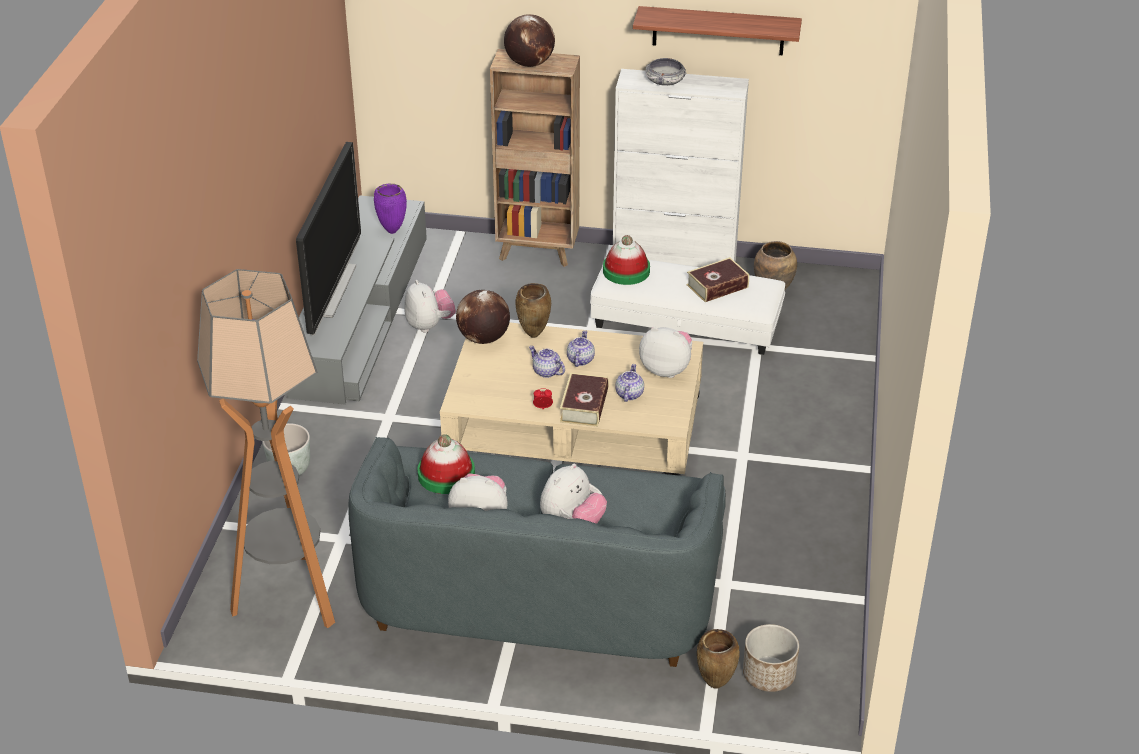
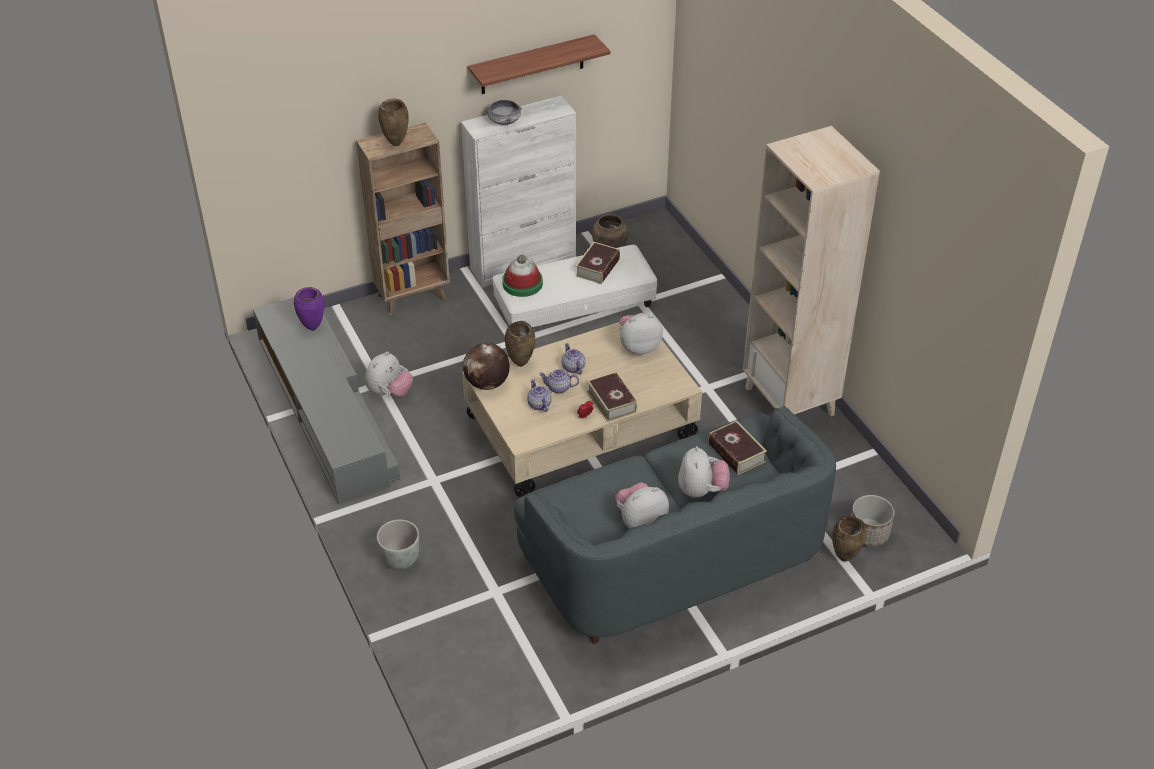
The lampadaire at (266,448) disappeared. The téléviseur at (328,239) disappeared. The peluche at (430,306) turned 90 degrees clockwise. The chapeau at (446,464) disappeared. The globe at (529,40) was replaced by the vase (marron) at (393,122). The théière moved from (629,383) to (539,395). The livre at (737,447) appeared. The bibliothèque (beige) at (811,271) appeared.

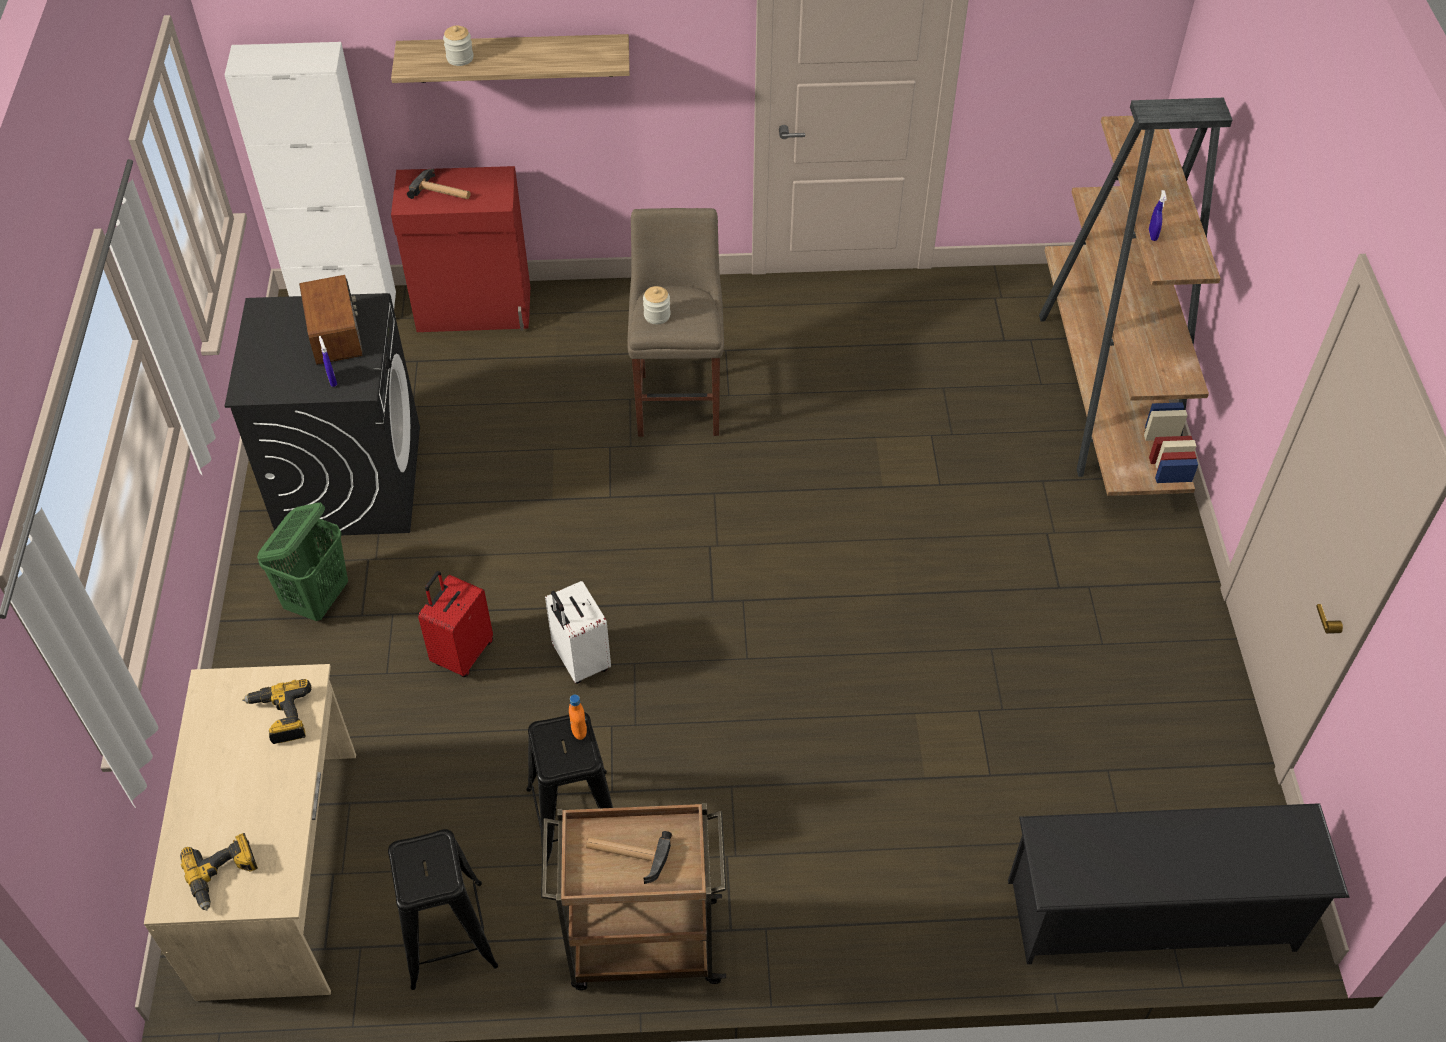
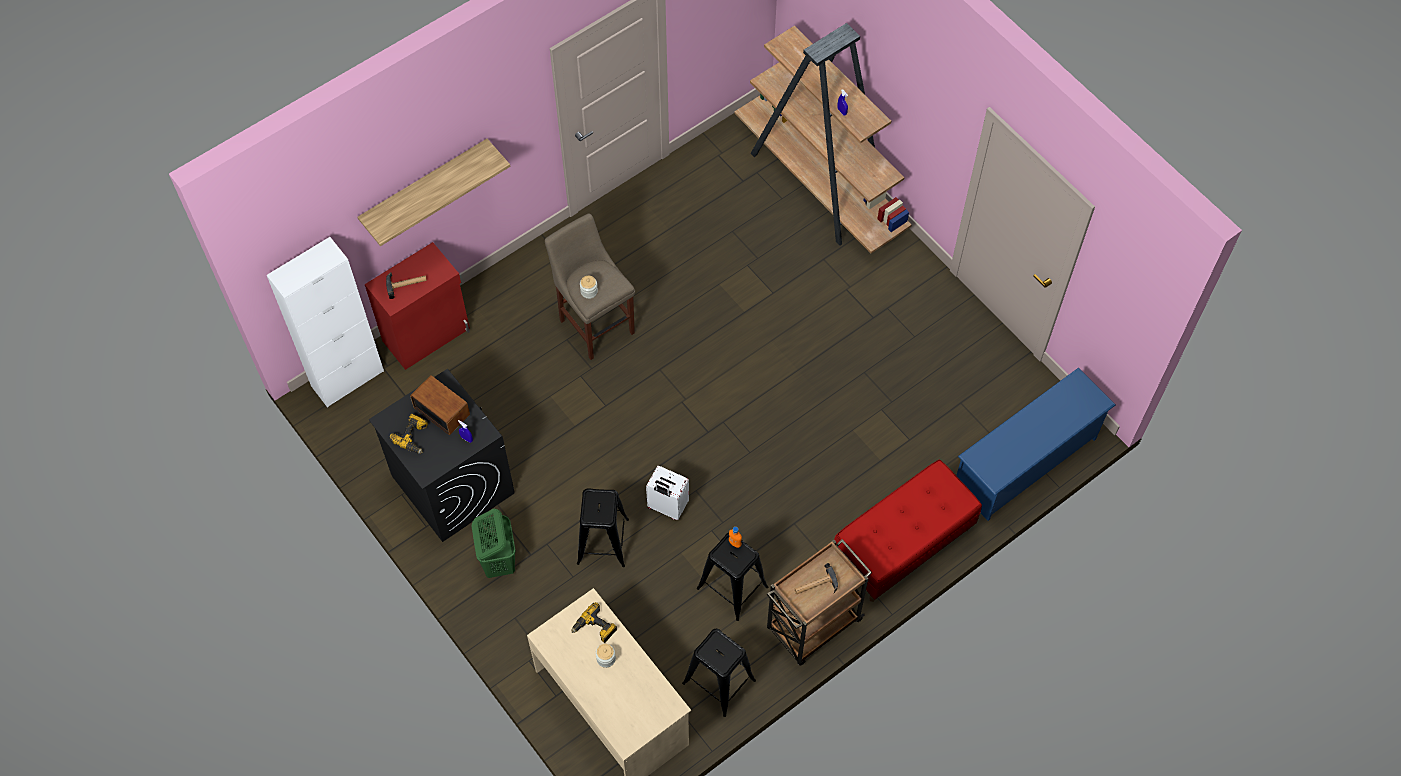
The perceuse moved from (219,872) to (408,433). The valise (rouge) at (455,624) was replaced by the tabouret (noir) at (603,527). The bocal moved from (458,45) to (606,656). The étagère à chaussures (noir) at (1178,883) became the étagère à chaussures (bleu) at (1035,444). The banc (rouge) at (908,530) appeared.

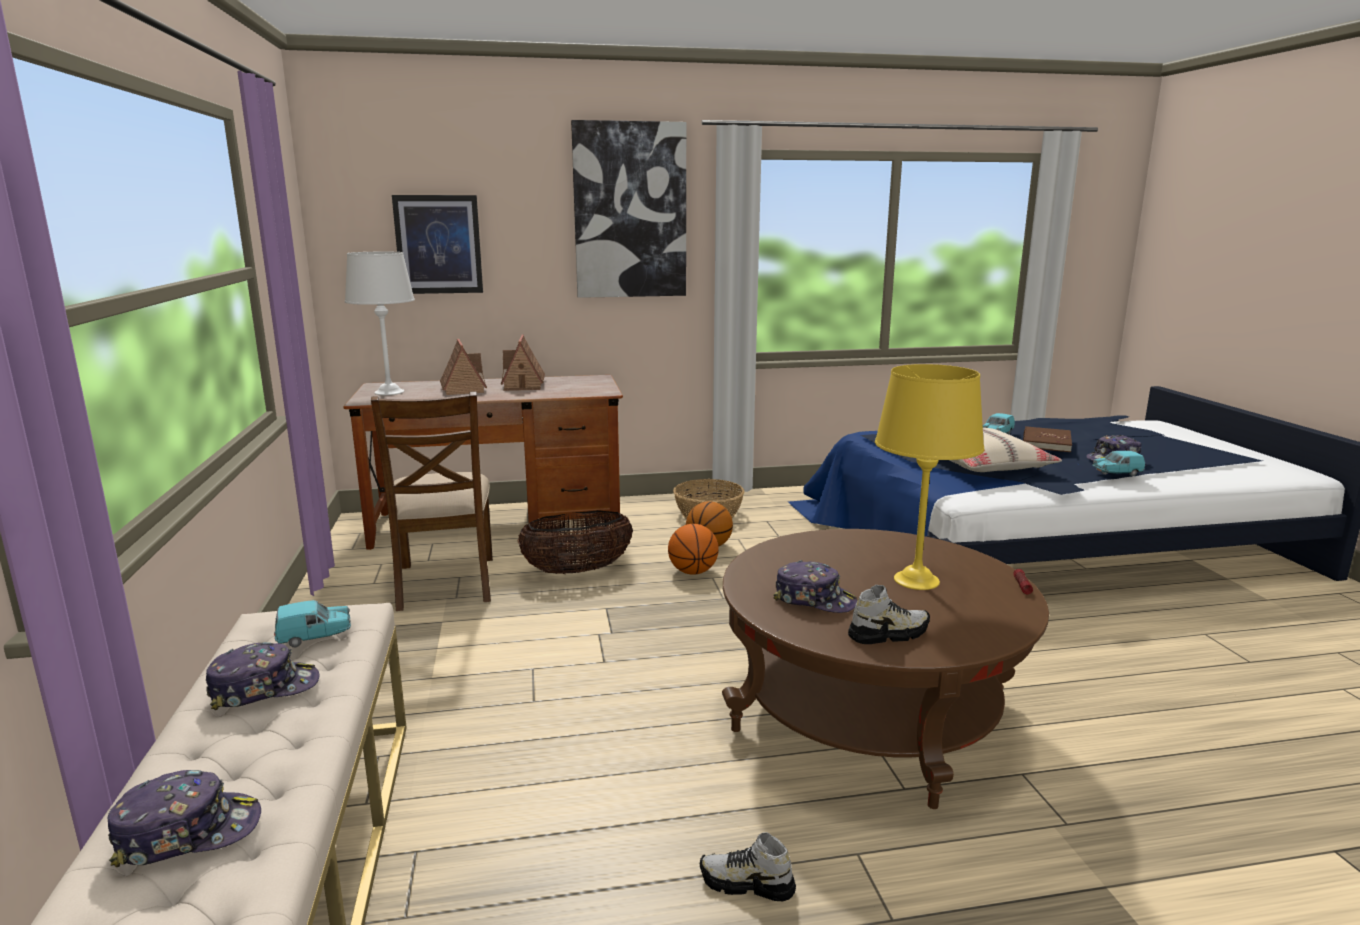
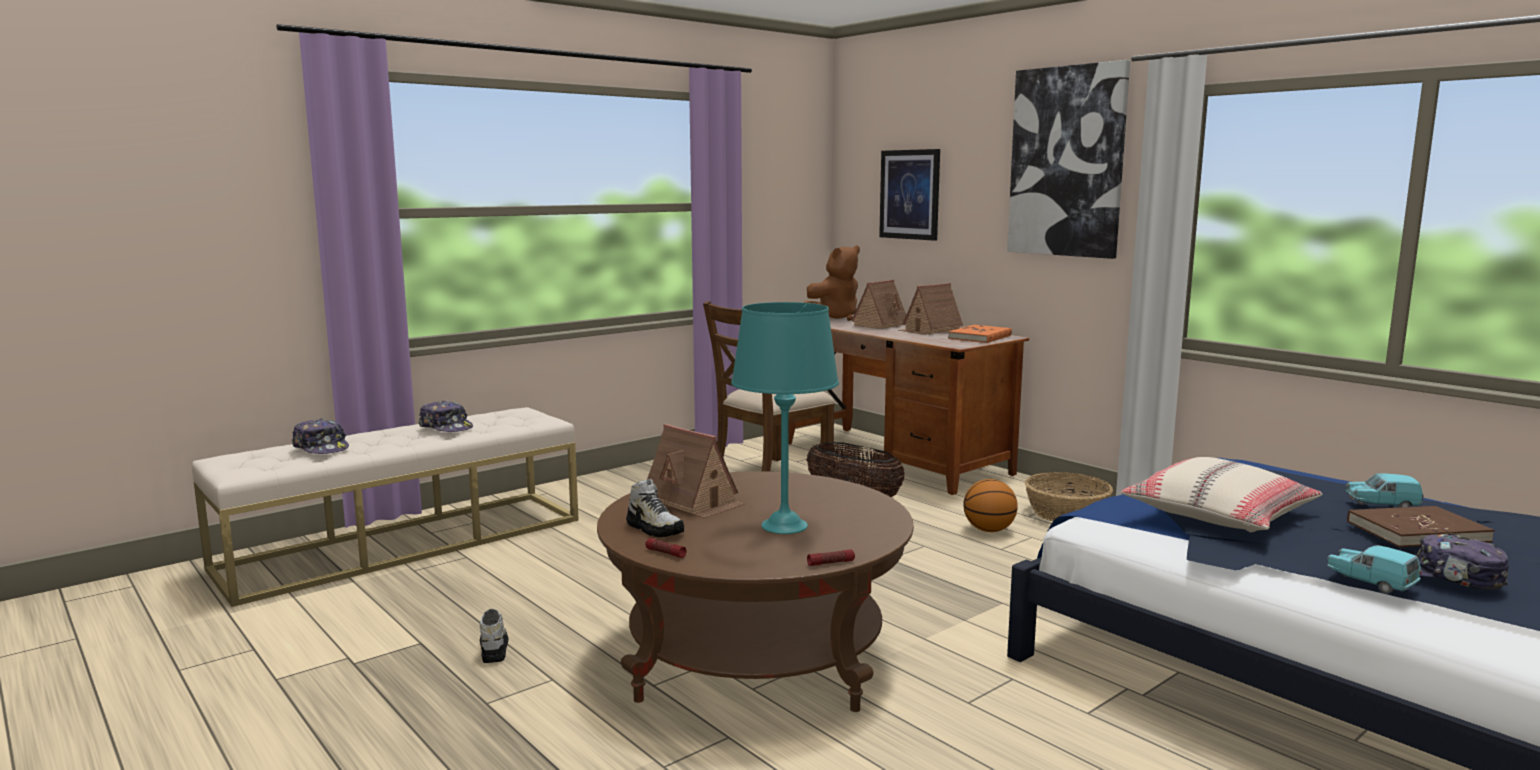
The petite voiture (turquoise) at (312,623) disappeared. The lampe de table (blanc) at (380,323) was replaced by the peluche (marron) at (832,283). The ballon de basket at (693,549) disappeared. The casquette at (815,586) was replaced by the maison miniature at (695,471). The lampe de table (jaune) at (929,477) became the lampe de table (turquoise) at (785,418). The lampe de poche at (666,548) appeared. The livre (orange) at (980,334) appeared.

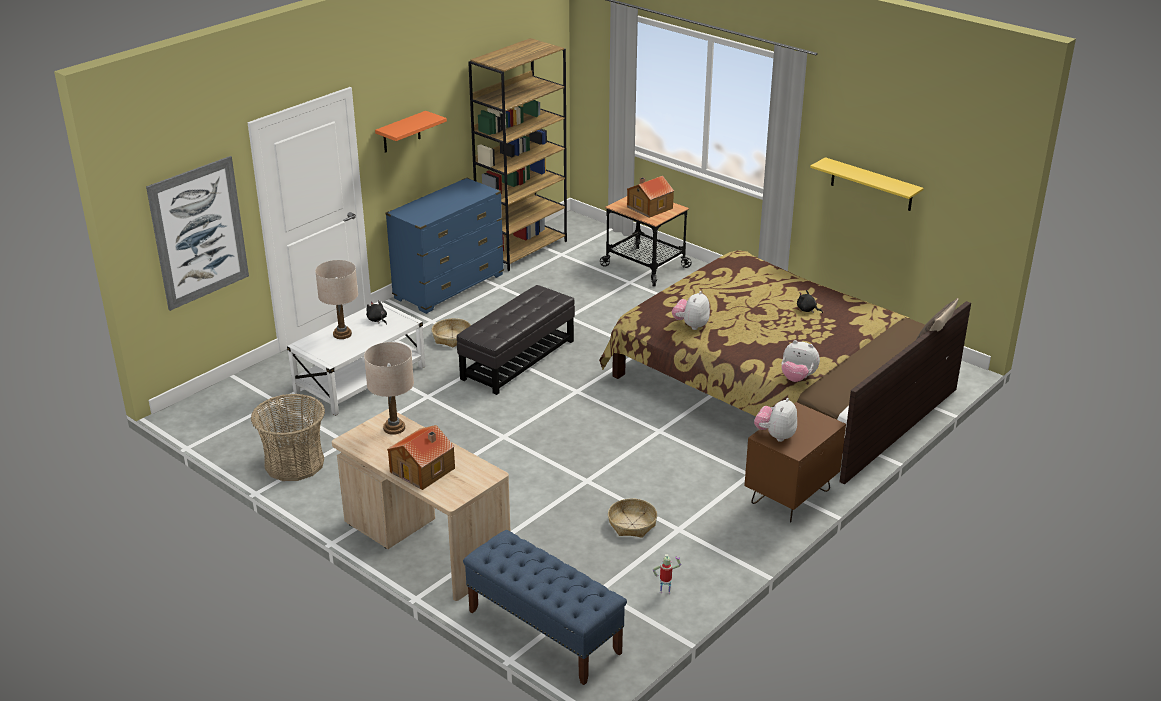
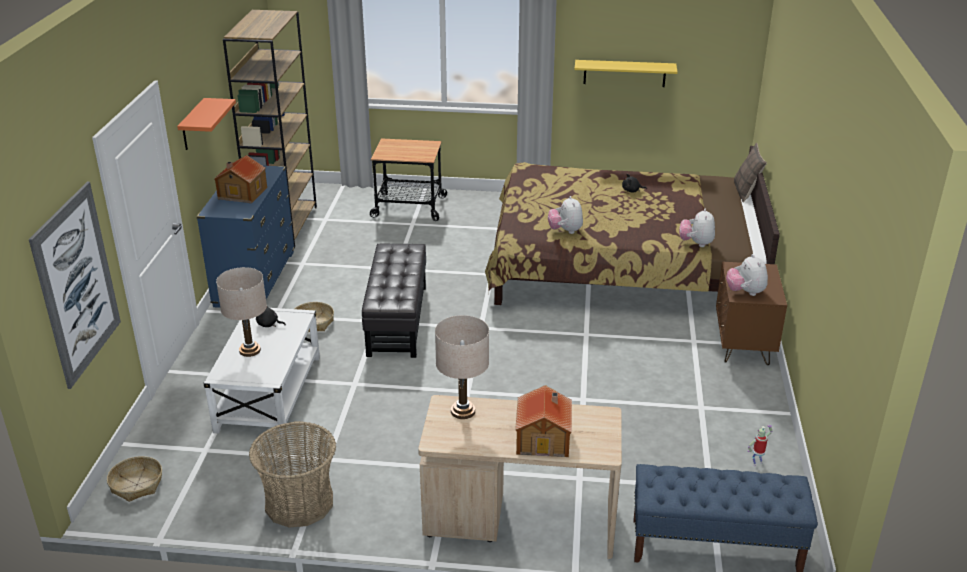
The panier moved from (632,518) to (134,479). The maison miniature moved from (650,197) to (240,179). The peluche at (801,361) turned 105 degrees clockwise.

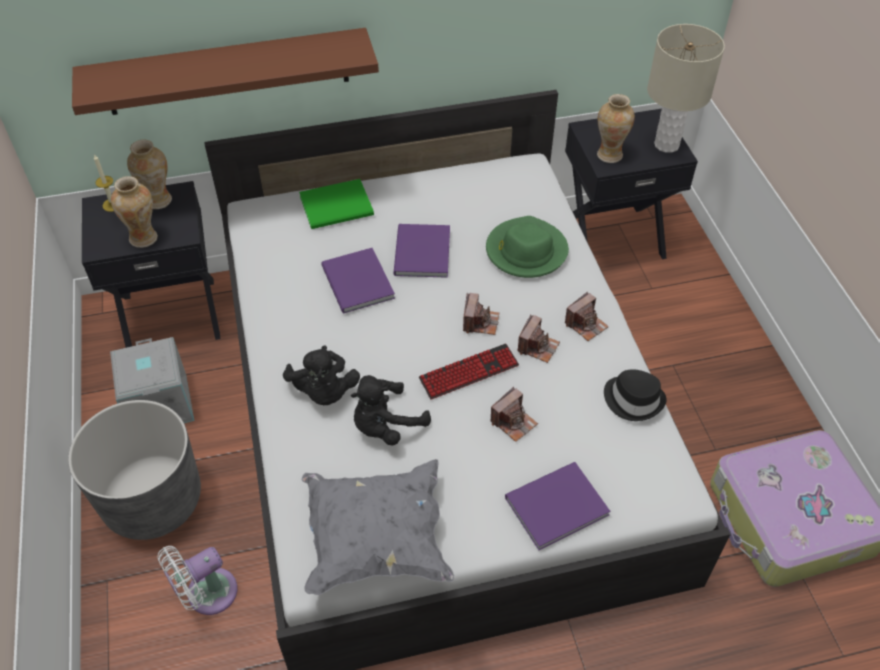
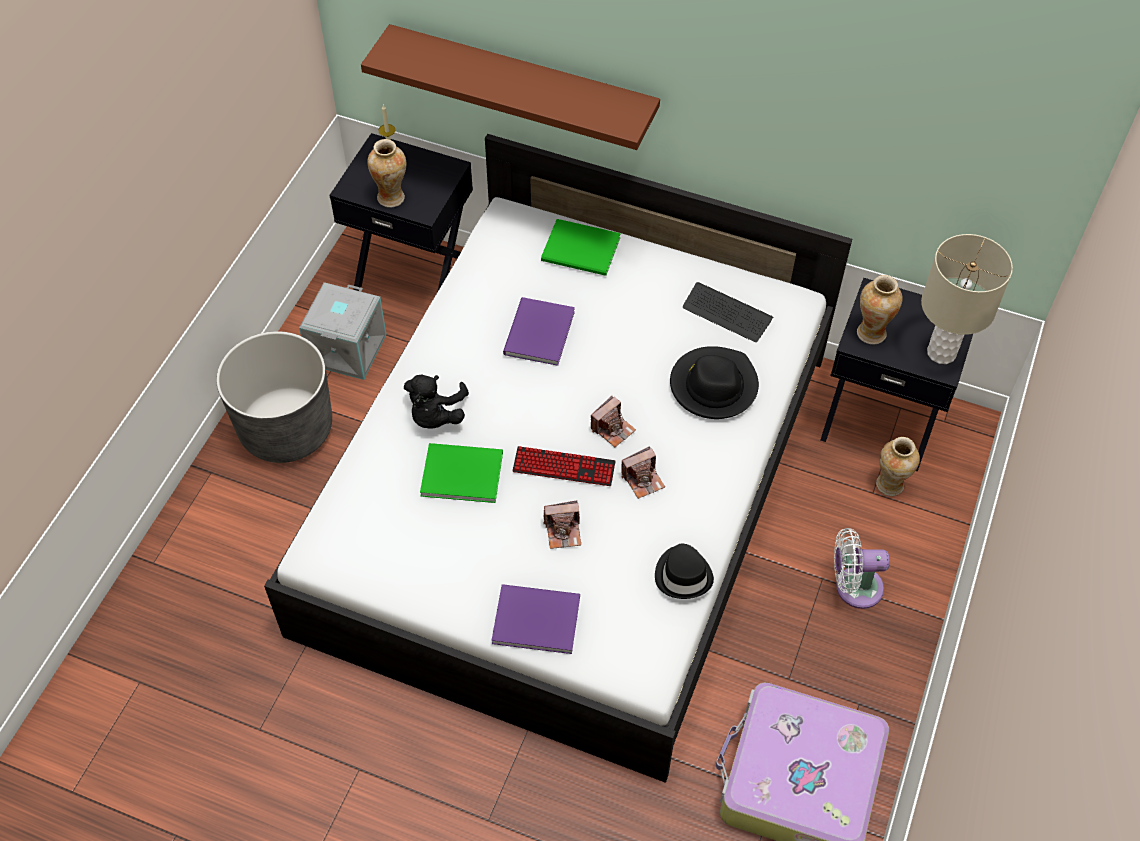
The vase moved from (149,174) to (898,466). The ventilateur (blanc) moved from (197,580) to (862,568). The coussin (gris) at (377,527) disappeared. The peluche (noir) at (391,410) was replaced by the livre (vert) at (461,473). The livre (violet) at (422,251) disappeared. The chapeau (vert) at (527,247) became the chapeau (noir) at (714,382). The appareil photo at (587,316) disappeared. The clavier at (728,312) appeared.

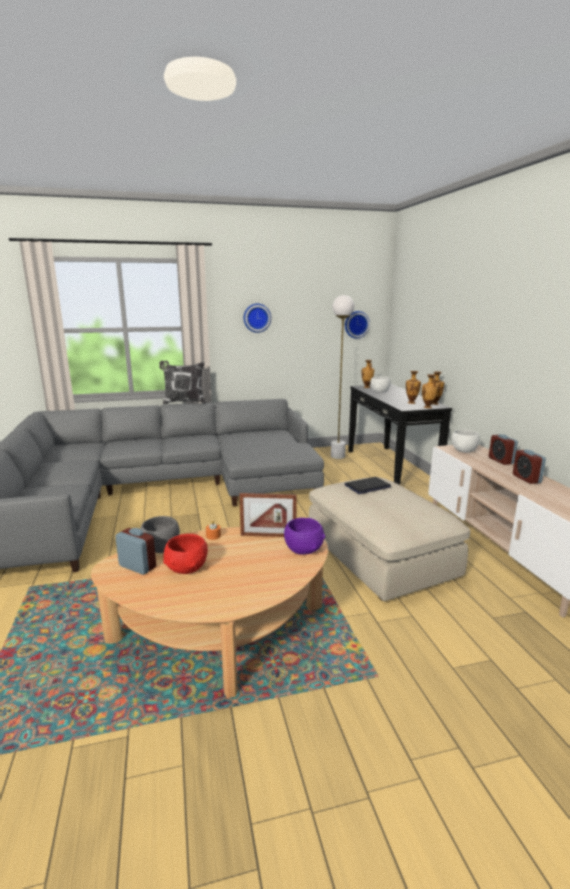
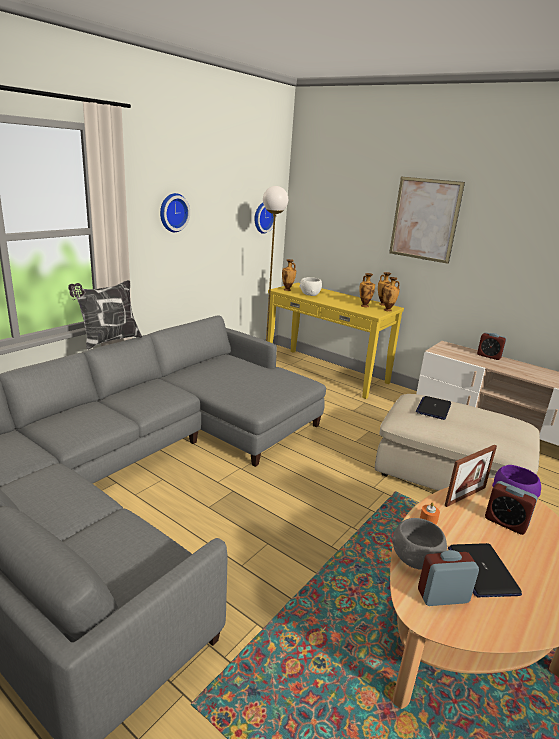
The bol (rouge) at (185,554) was replaced by the ordinateur portable at (485,570). The table console (noir) at (400,434) became the table console (jaune) at (335,341). The bol (blanc) at (465,441) disappeared. The réveil moved from (529,466) to (511,508). The tableau at (427,220) appeared.

